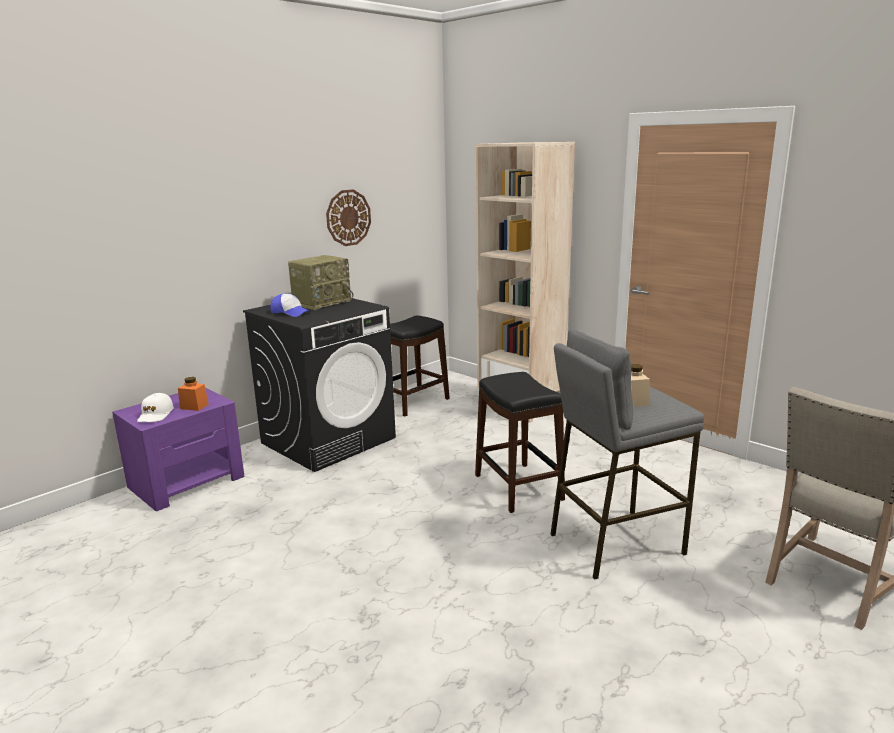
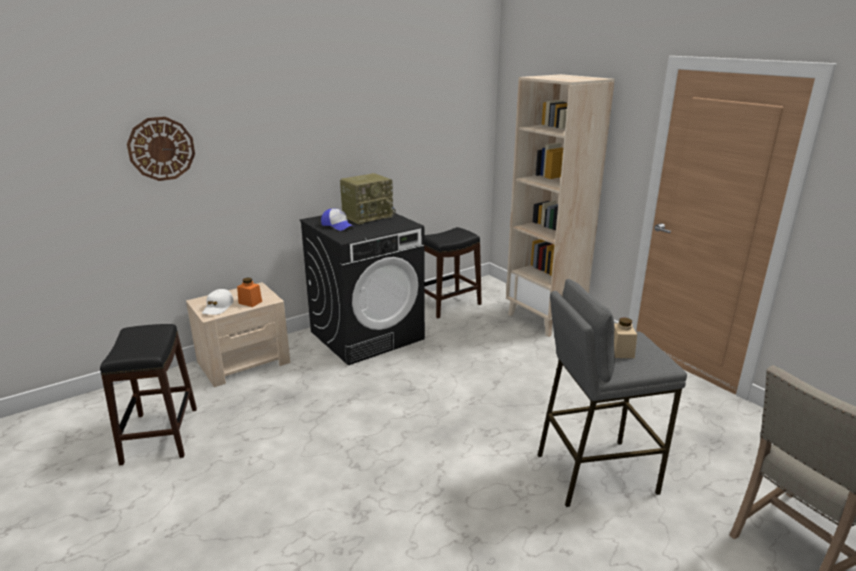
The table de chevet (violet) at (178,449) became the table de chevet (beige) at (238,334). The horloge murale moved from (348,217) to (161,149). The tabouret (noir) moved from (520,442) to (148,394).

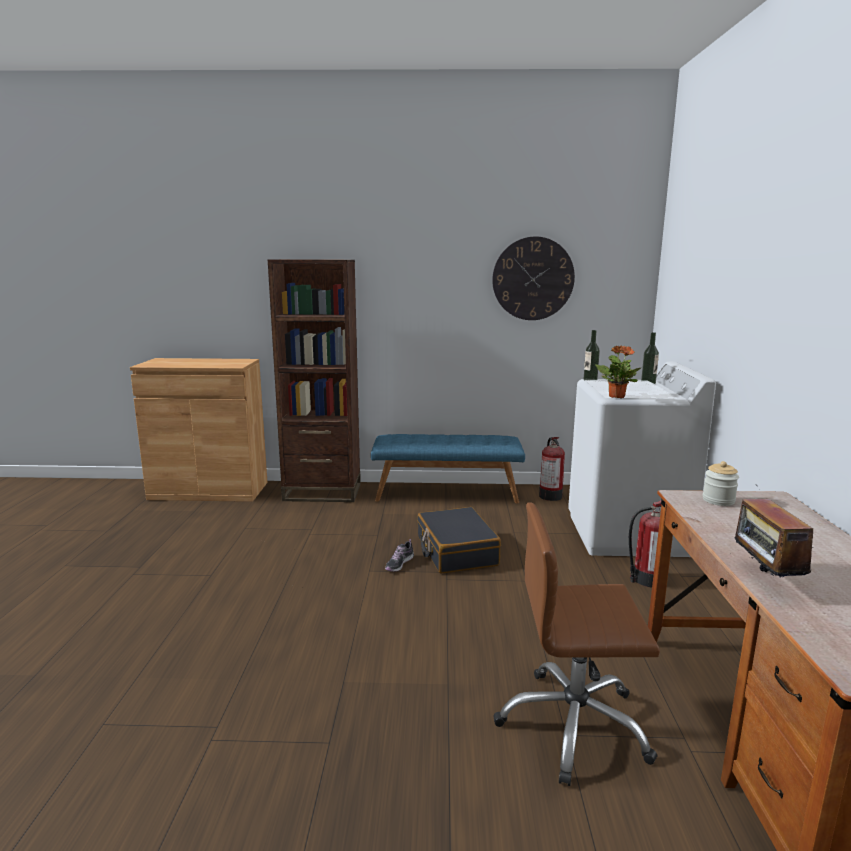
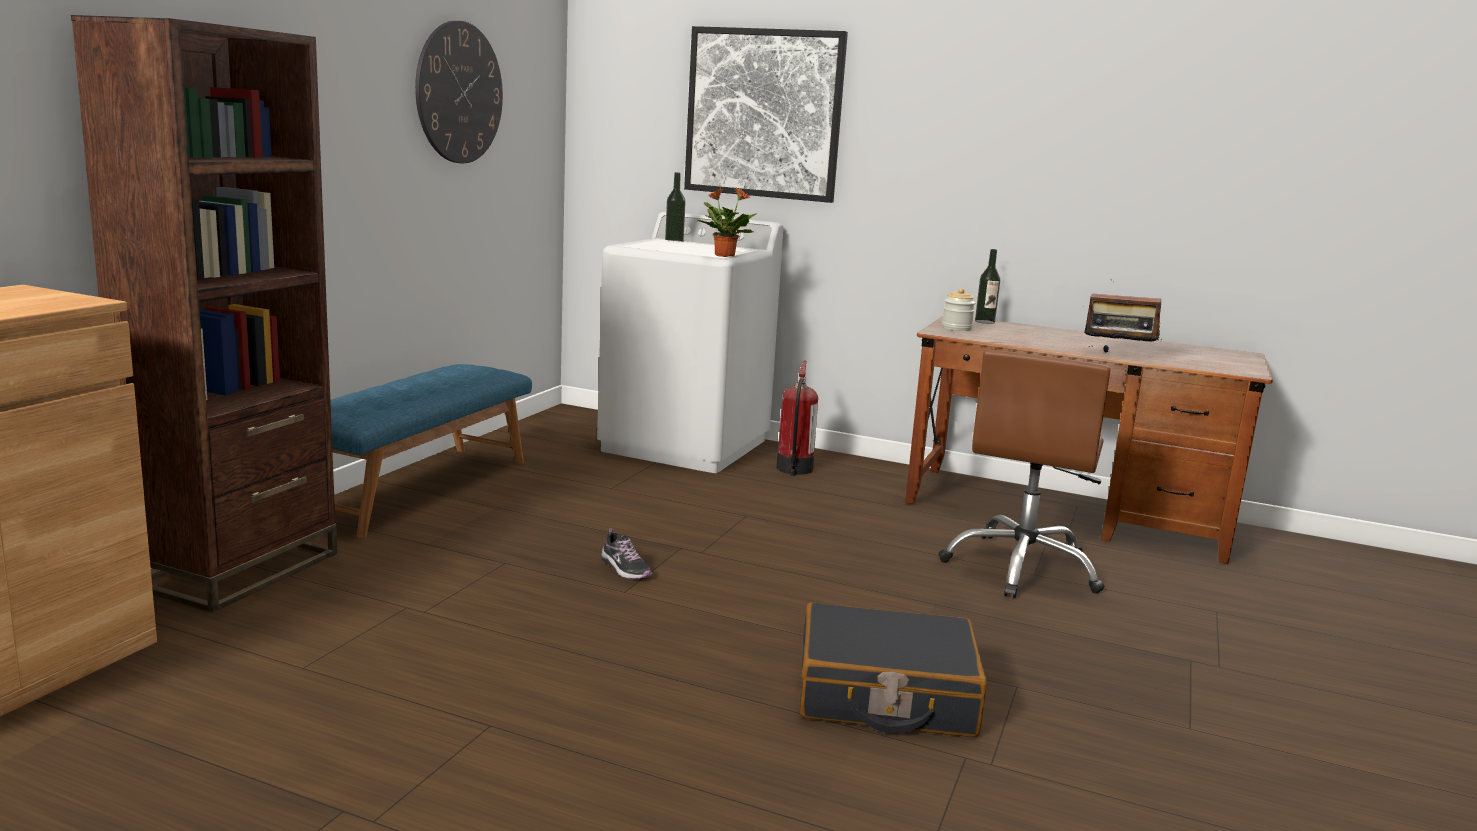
The valise (noir) moved from (459,540) to (893,669). The extincteur at (552,469) disappeared. The bouteille moved from (592,355) to (987,286). The tableau at (766,114) appeared.

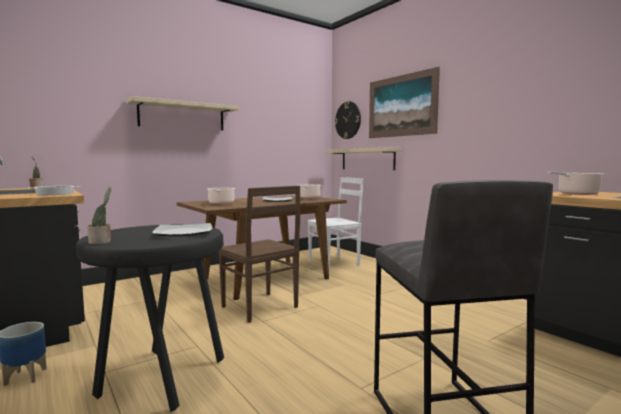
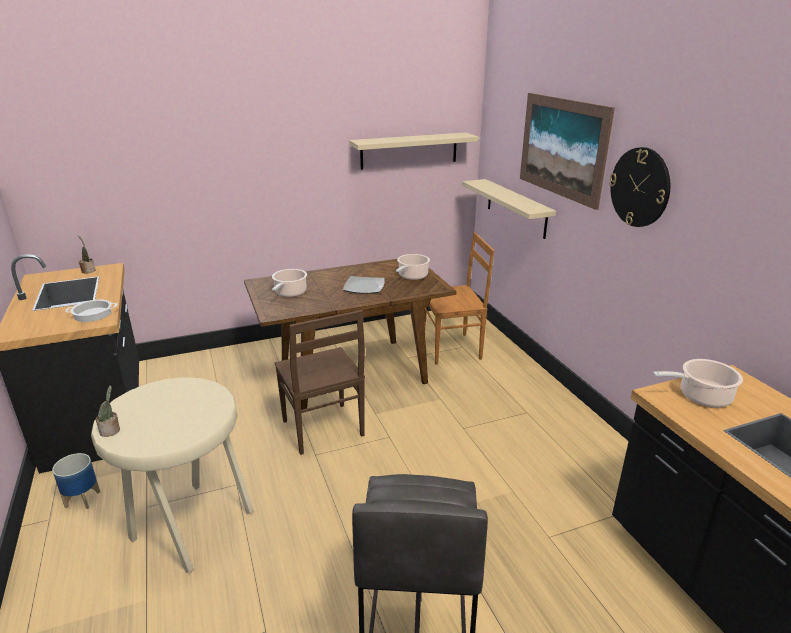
The tabouret (noir) at (150,318) became the tabouret (beige) at (172,475). The étagère (beige) moved from (182,113) to (414,151). The assiette at (182,230) disappeared. The chaise (blanc) at (335,223) became the chaise (marron) at (459,298). The horloge murale moved from (347,120) to (639,187).

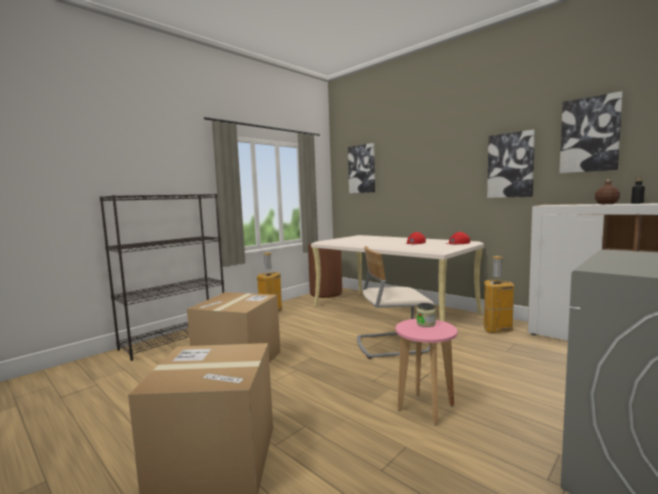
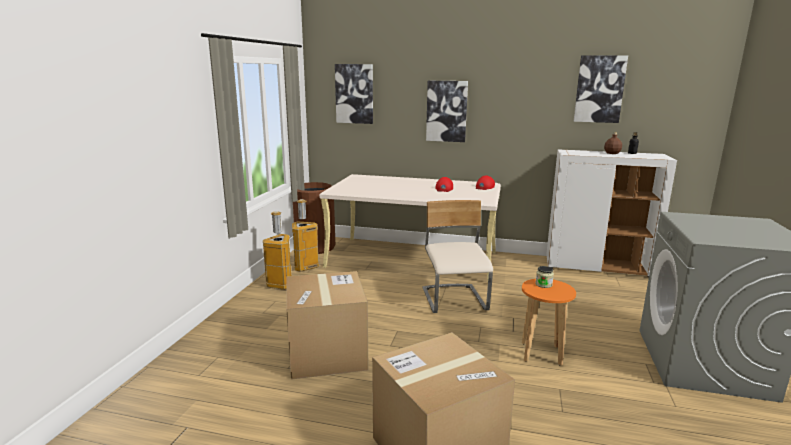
The bibliothèque (noir) at (162,277) disappeared. The chaise (beige) at (395,302) turned 120 degrees clockwise. The tabouret (rose) at (426,372) became the tabouret (orange) at (549,322). The poubelle moved from (499,294) to (305,235). The tableau moved from (511,164) to (447,111).

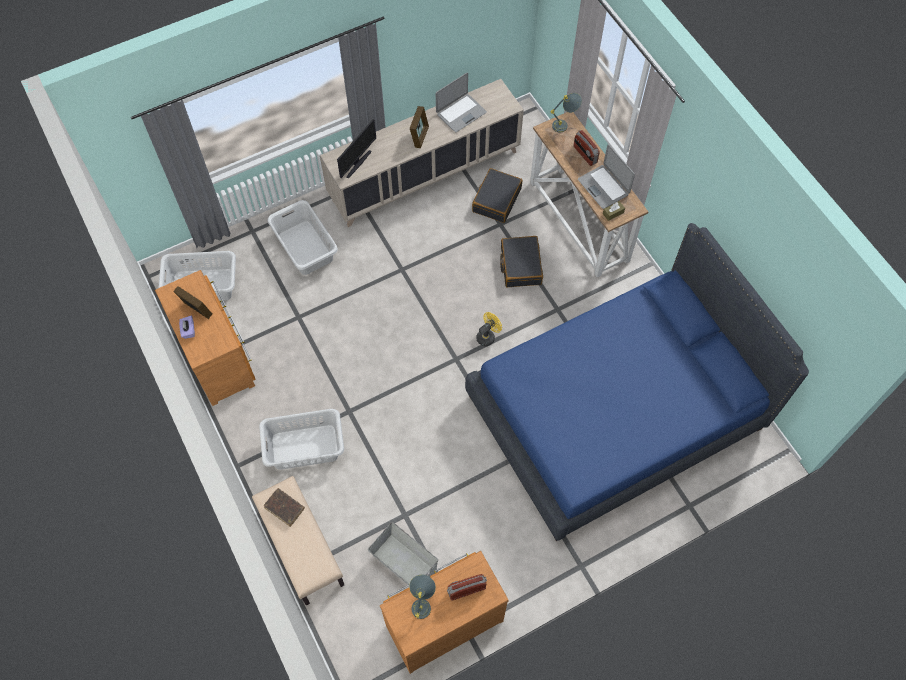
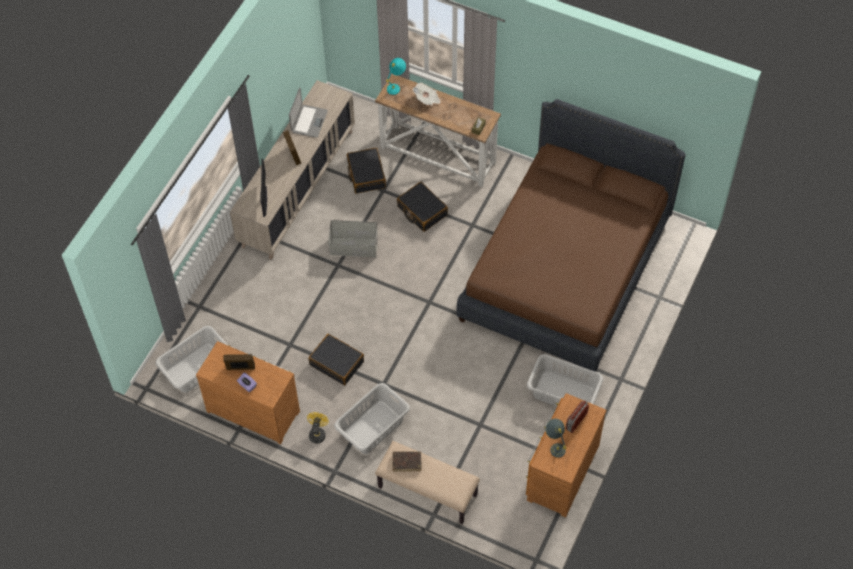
The panier à linge (gris) moved from (302,237) to (565,380). The boîte de rangement (gris) moved from (403,553) to (353,238). The lit (bleu) at (637,382) became the lit (marron) at (571,235). The ventilateur (jaune) moved from (489,329) to (318,427). The lampe de table (gris) at (566,112) became the lampe de table (turquoise) at (396,76). The radio at (586,148) was replaced by the journal at (427,94). The ordinateur portable at (606,176) disappeared. The valise (noir) at (336,359) appeared.

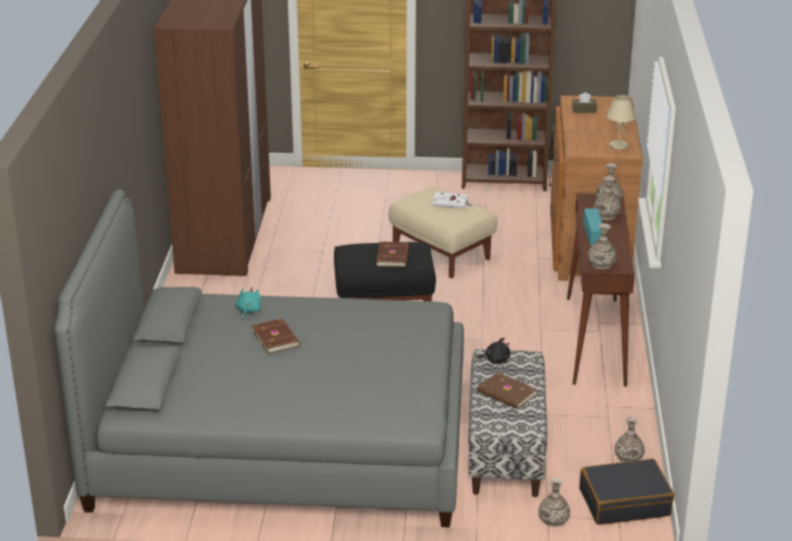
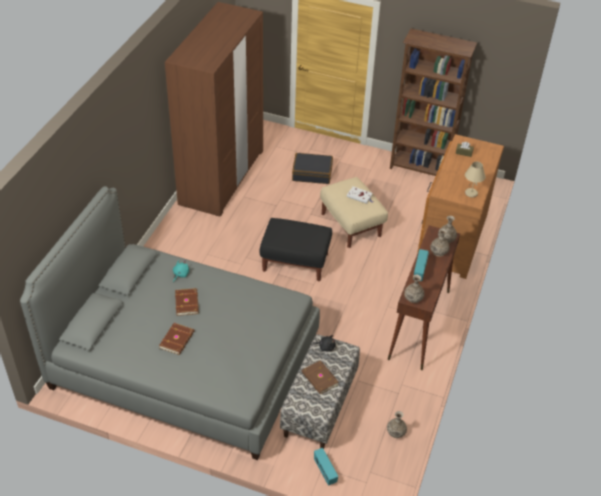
The livre (marron) moved from (392,254) to (176,339). The vase at (554,502) was replaced by the radio at (326,466). The valise (noir) moved from (626,492) to (312,168).

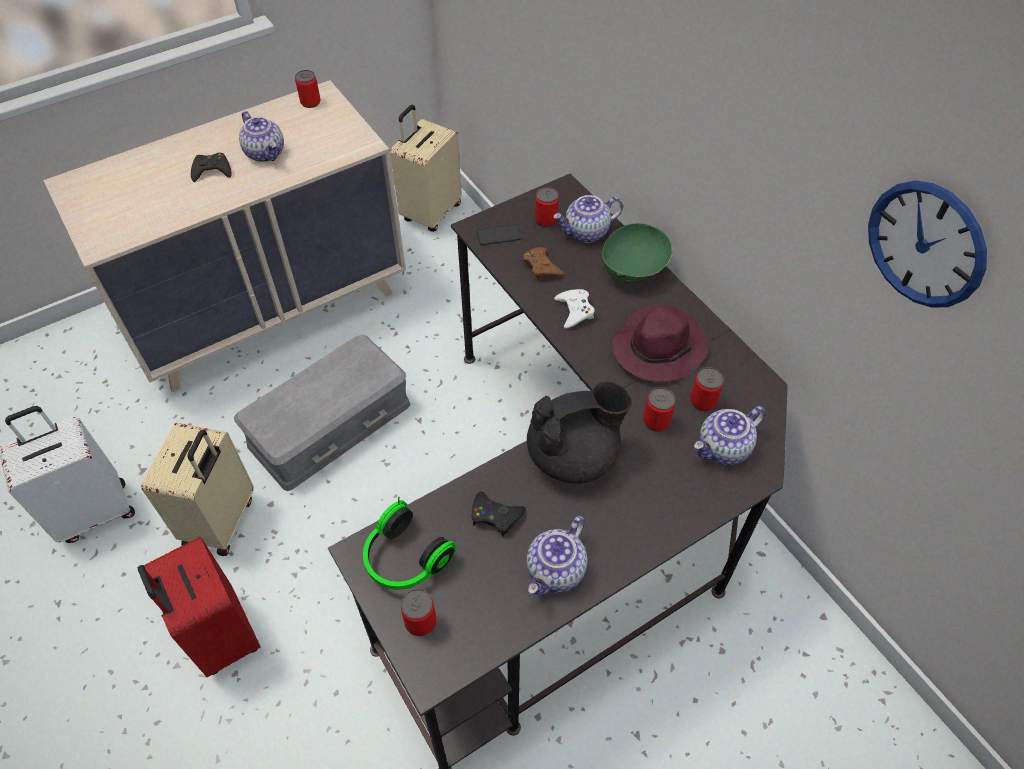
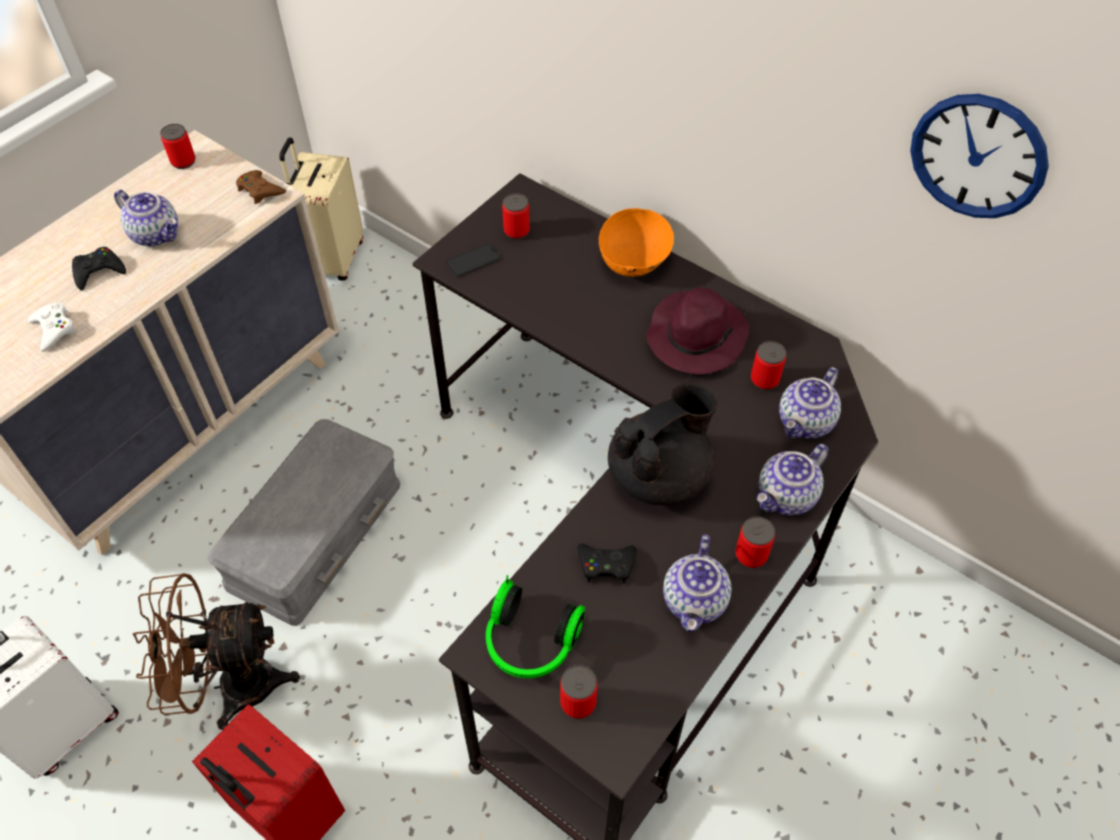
The valise (beige) at (197,489) was replaced by the ventilateur (marron) at (216,651). The manette (marron) moved from (544,263) to (261,187). The théière moved from (588,219) to (793,479). The manette (blanc) moved from (574,309) to (52,327). The bol (vert) at (637,253) became the bol (orange) at (637,242). The boîte métallique moved from (659,409) to (755,542).

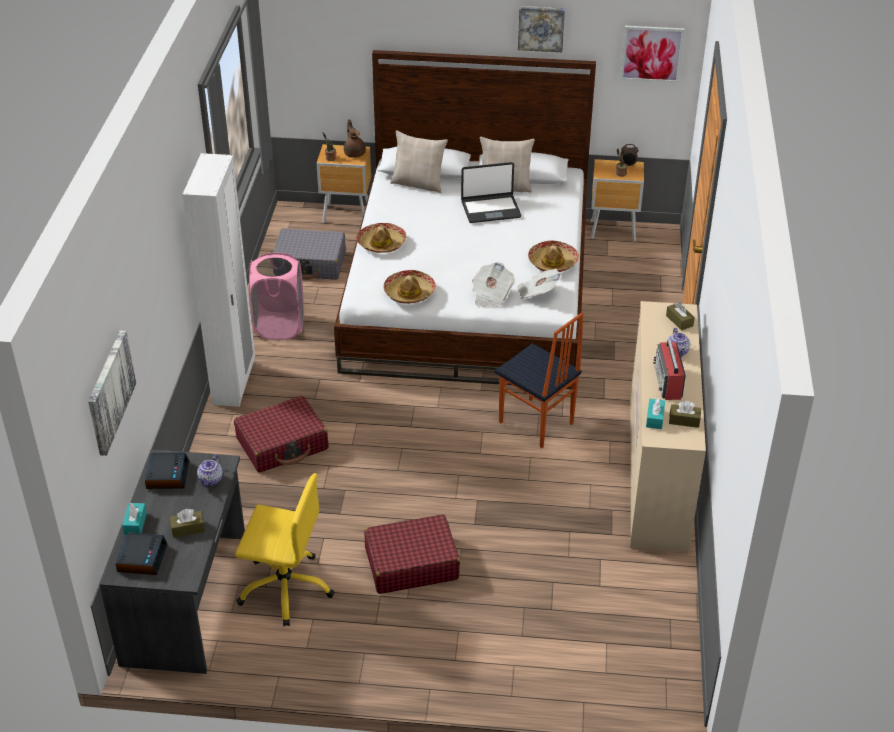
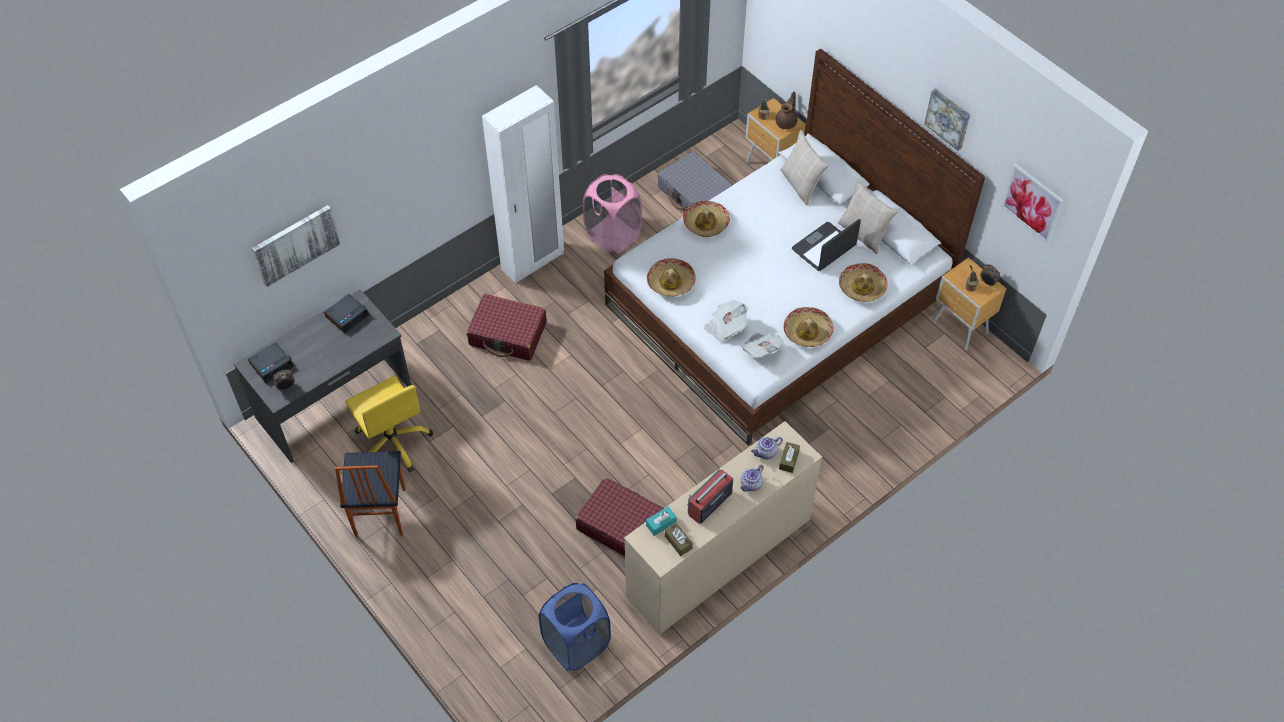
The boîte à mouchoirs (turquoise) at (134,519) disappeared. The boîte à mouchoirs (marron) at (187,523) disappeared. The théière moved from (210,471) to (767,448). The valise (rouge) moved from (412,554) to (619,517). The ordinateur portable at (491,192) turned 105 degrees clockwise. The chaise moved from (539,380) to (370,494). The réveil at (284,380) appeared. The panier à linge (bleu) at (575,627) appeared. The chapeau at (863,282) appeared.

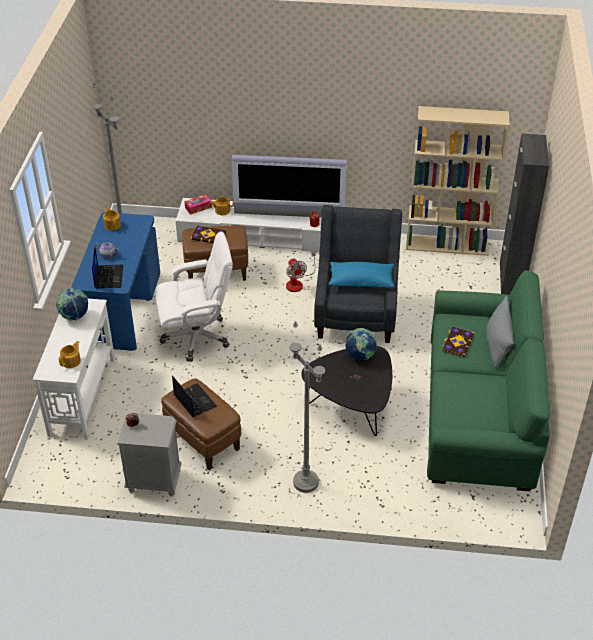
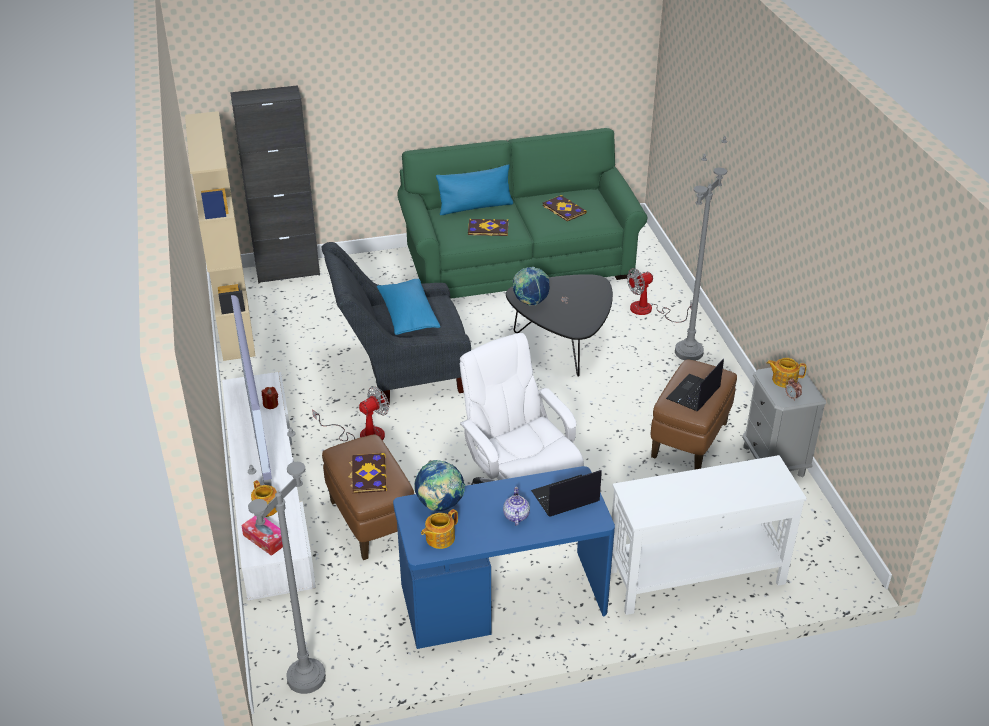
The globe moved from (72,304) to (440,485). The théière moved from (70,354) to (787,373). The coussin (gris) at (500,332) became the coussin (bleu) at (474,189). The livre at (564,208) appeared. The ventilateur at (659,295) appeared.

